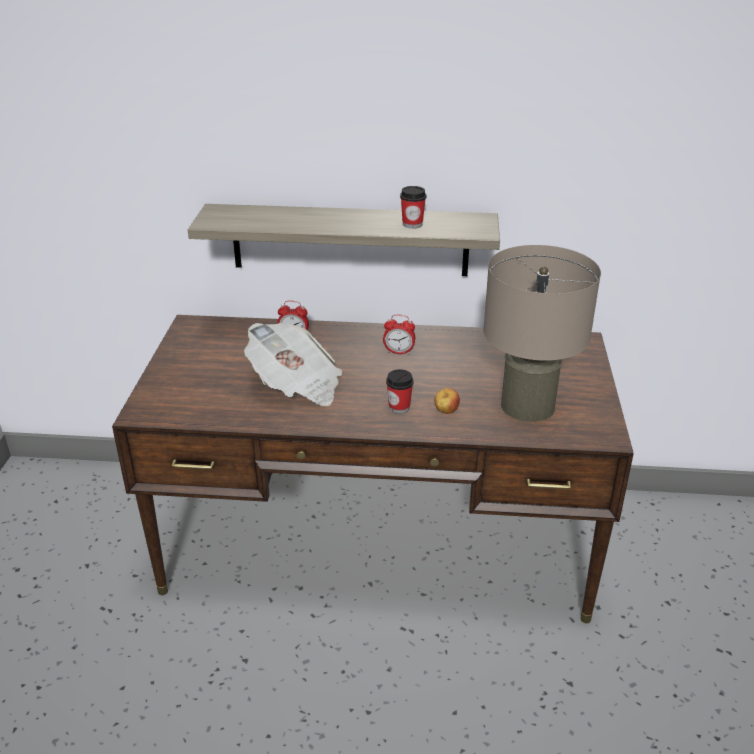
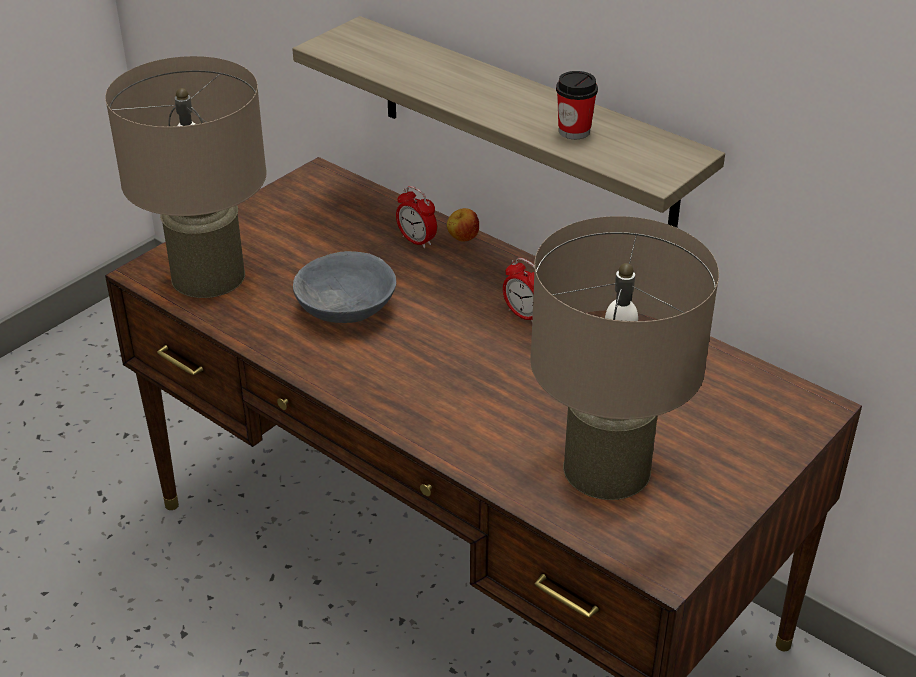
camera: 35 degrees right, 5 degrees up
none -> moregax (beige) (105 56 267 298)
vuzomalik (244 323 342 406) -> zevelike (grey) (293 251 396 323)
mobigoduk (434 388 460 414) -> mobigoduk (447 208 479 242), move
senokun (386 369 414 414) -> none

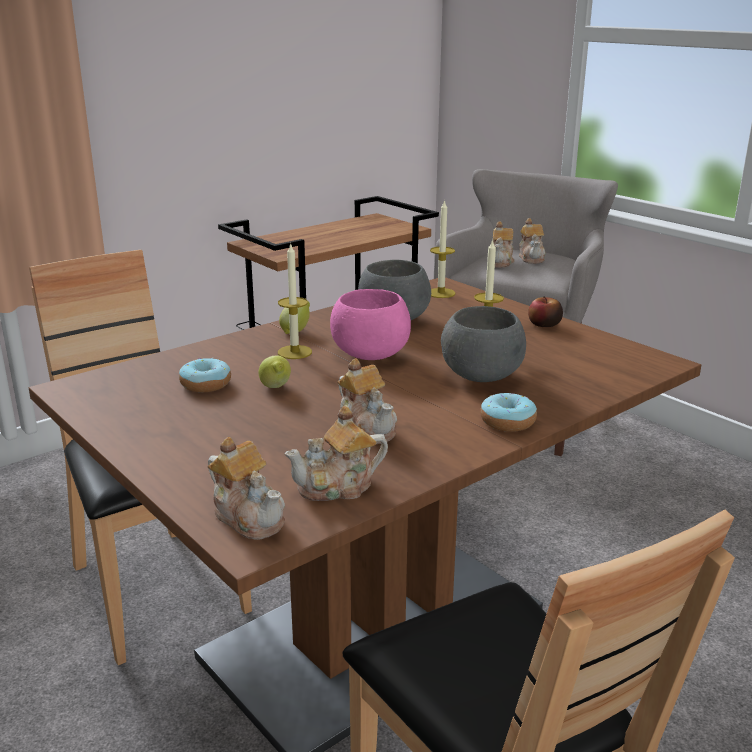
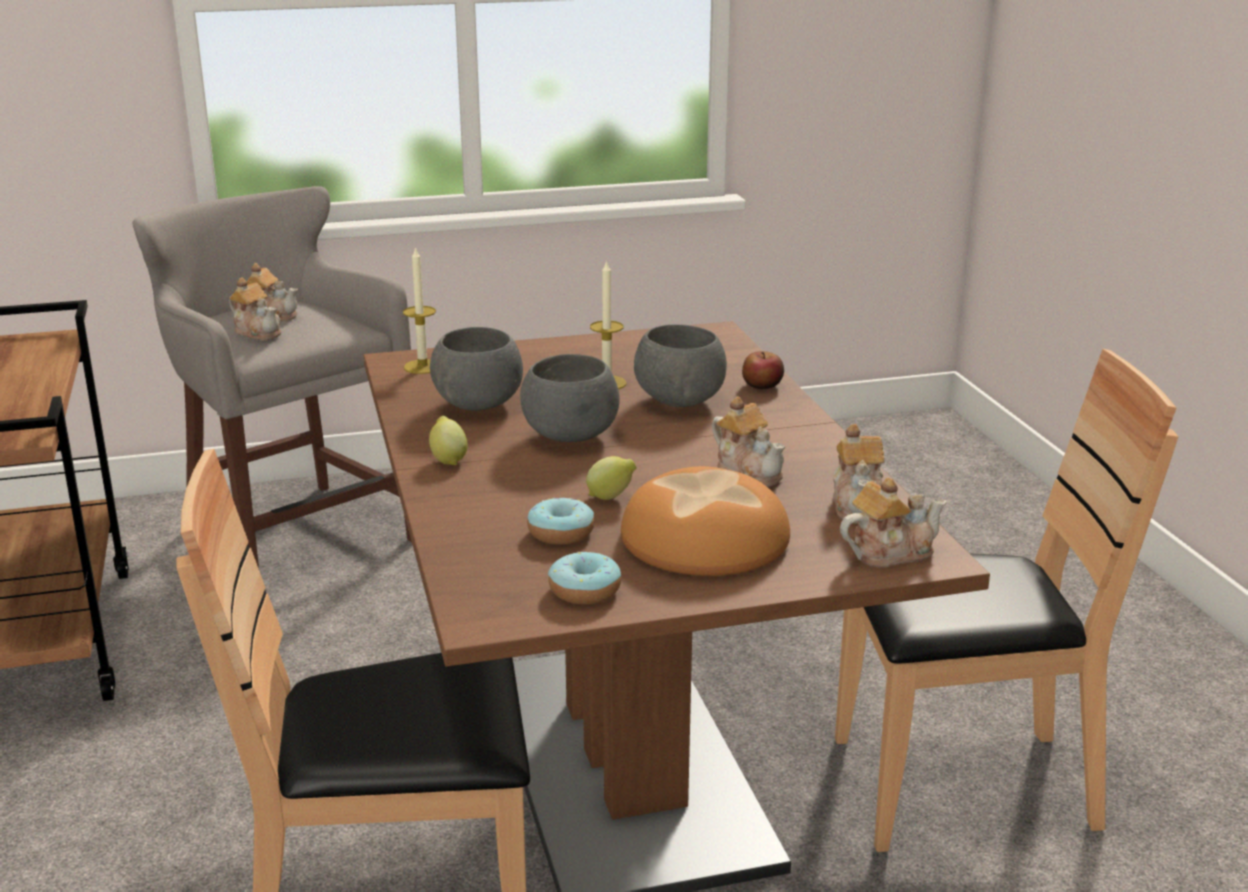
camera: 65 degrees left, 0 degrees up
zevelike (pink) (330 289 411 360) -> zevelike (grey) (520 354 620 442)
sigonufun (480 393 537 432) -> sigonufun (548 552 621 604), move
none -> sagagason (621 466 790 576)
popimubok (338 358 397 444) -> popimubok (712 396 785 487), 60 degrees clockwise
mobigoduk (528 297 563 327) -> mobigoduk (742 351 784 389), move
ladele (278 242 312 359) -> none

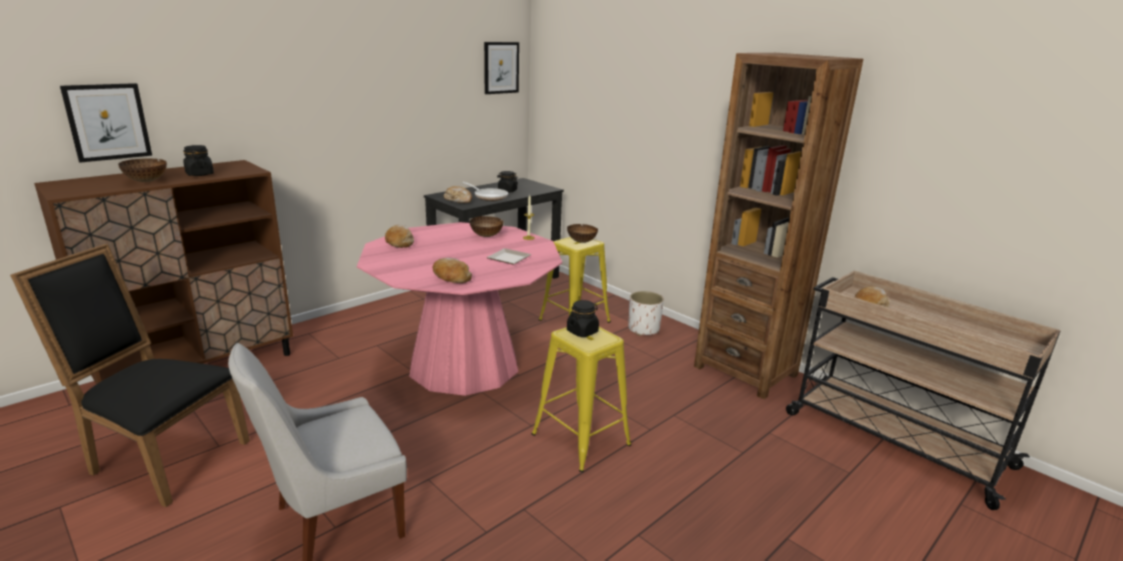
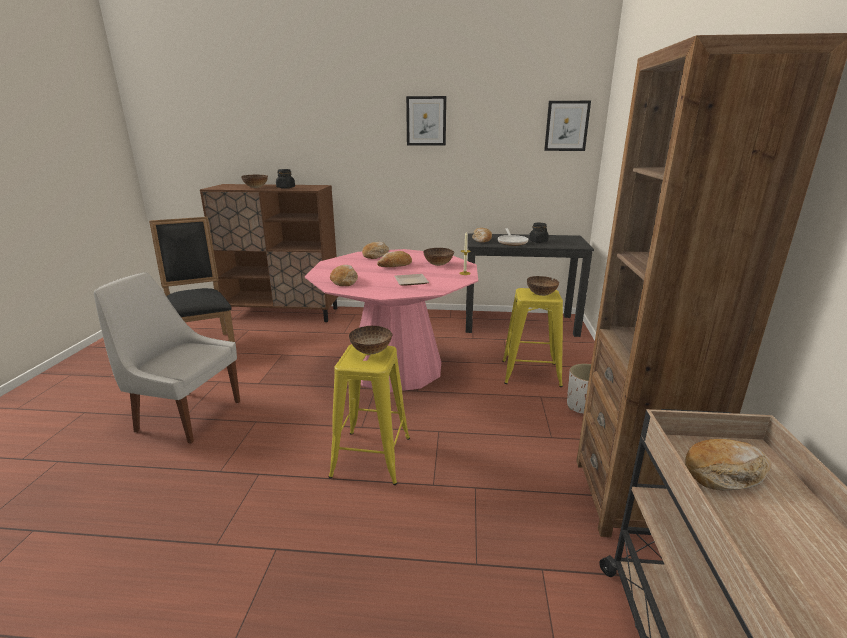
camera: 50 degrees right, 0 degrees up
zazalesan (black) (567 300 599 337) -> zevelike (349 326 393 354)
none -> sagagason (377 251 412 267)
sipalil (60 83 152 163) -> sipalil (406 96 446 146), move

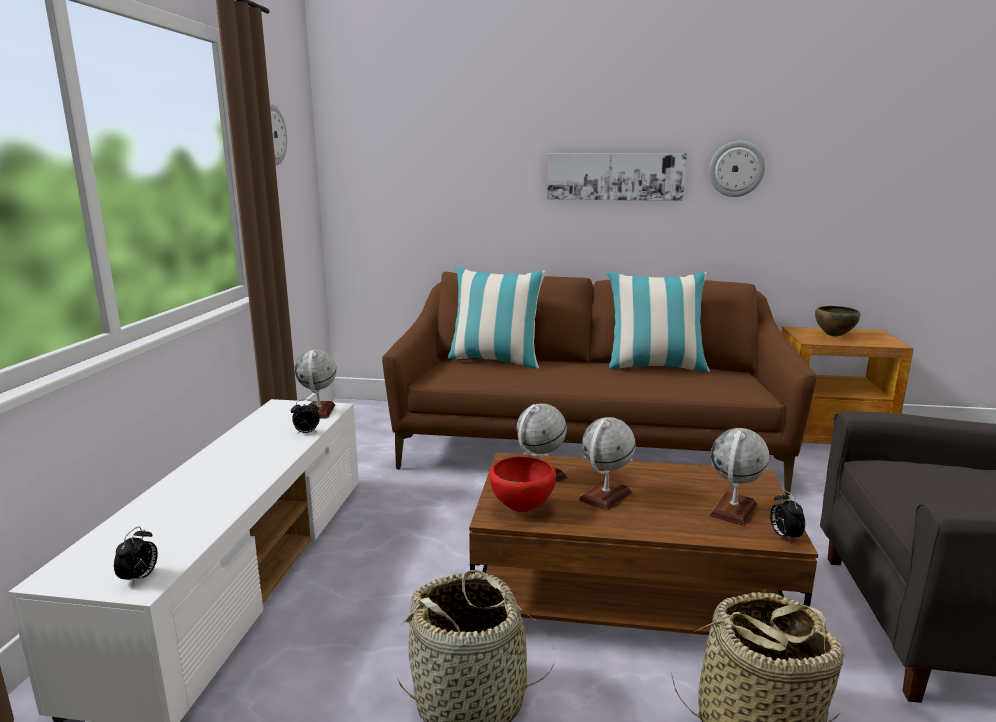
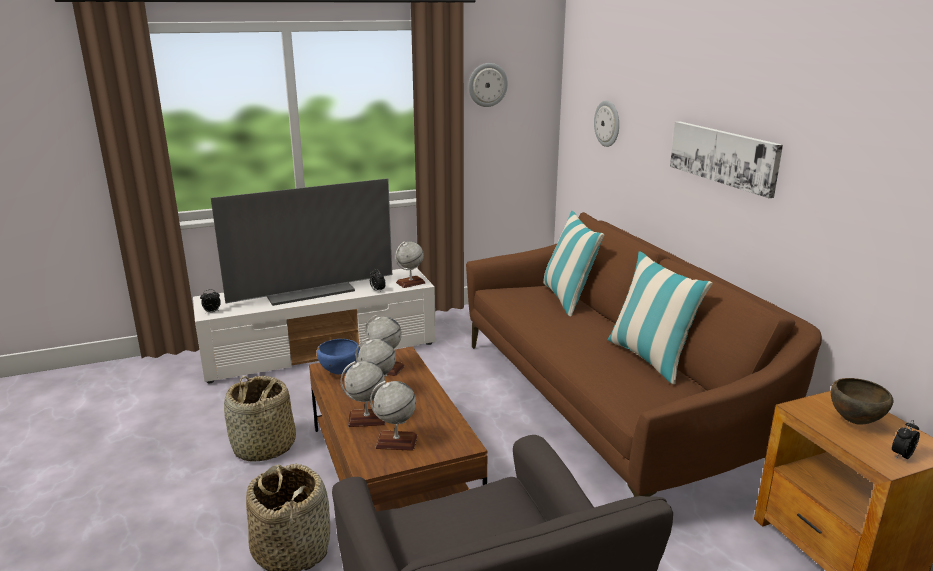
camera: 60 degrees right, 5 degrees up
none -> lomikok (211 178 392 306)
zevelike (red) (489 456 556 512) -> zevelike (blue) (317 339 360 374)
none -> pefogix (341 361 385 427)
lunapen (709 141 765 197) -> lunapen (594 100 619 147), move
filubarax (770 491 805 542) -> filubarax (892 420 920 459), move

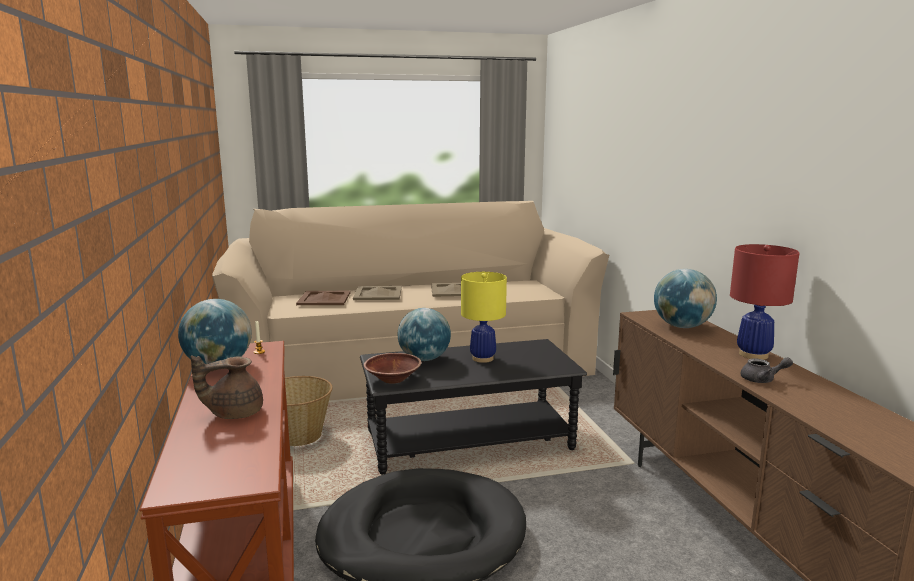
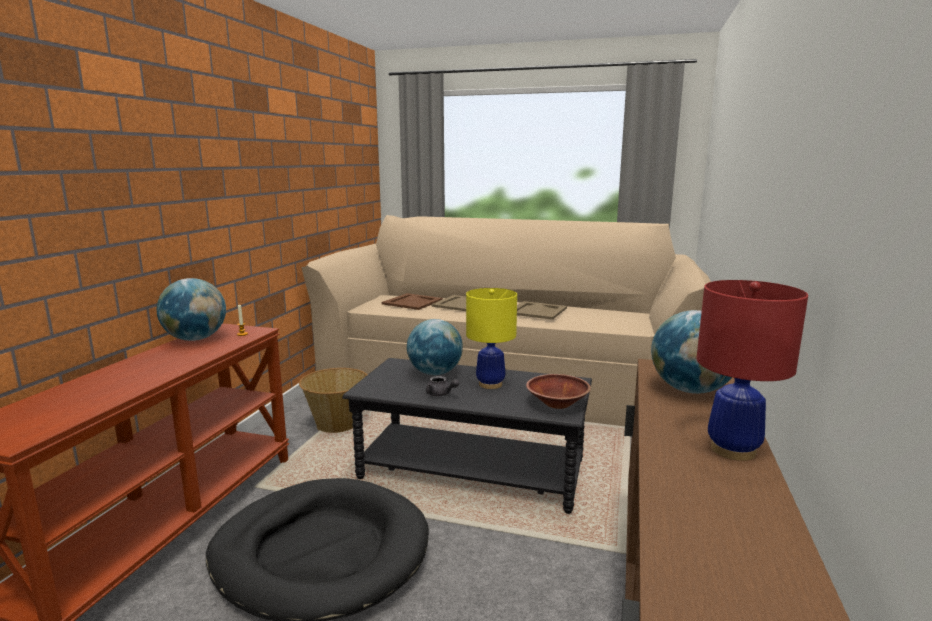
camera: 30 degrees right, 0 degrees up
popimubok (grey) (741 357 793 383) -> popimubok (grey) (426 376 459 396), move
zevelike (brown) (364 353 421 384) -> zevelike (brown) (526 374 591 409), move
popimubok (brown) (191 355 263 419) -> none

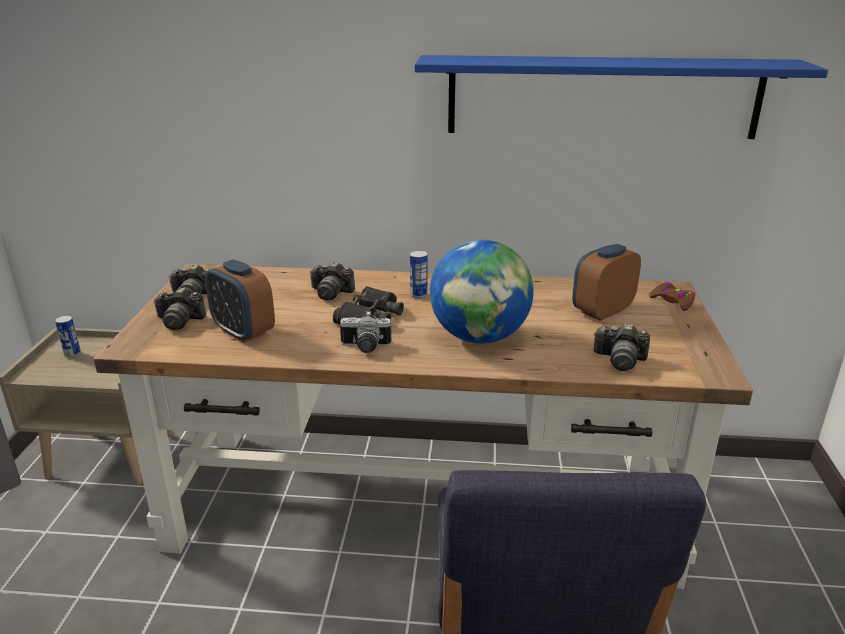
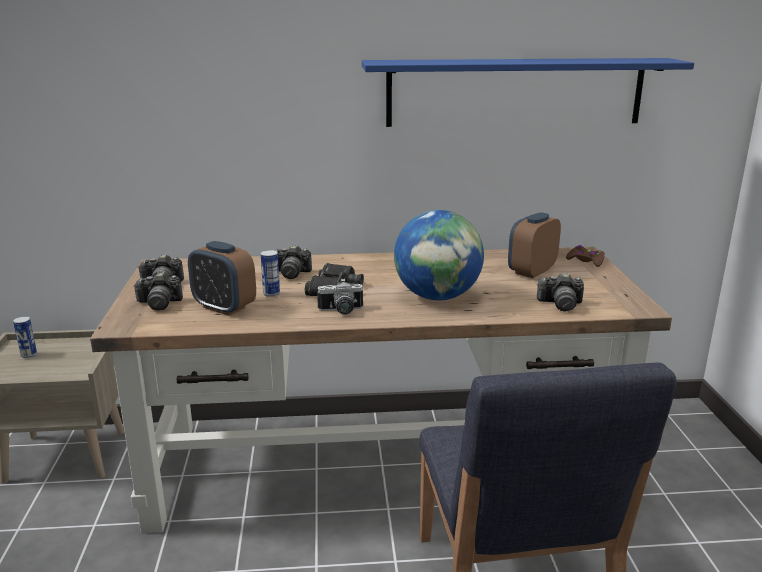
camera: 10 degrees left, 5 degrees down
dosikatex (410 250 428 299) -> dosikatex (260 250 280 297), move

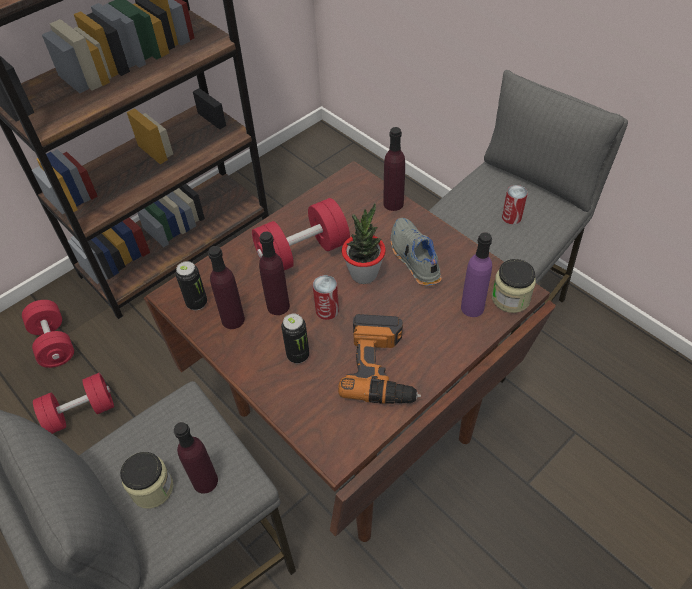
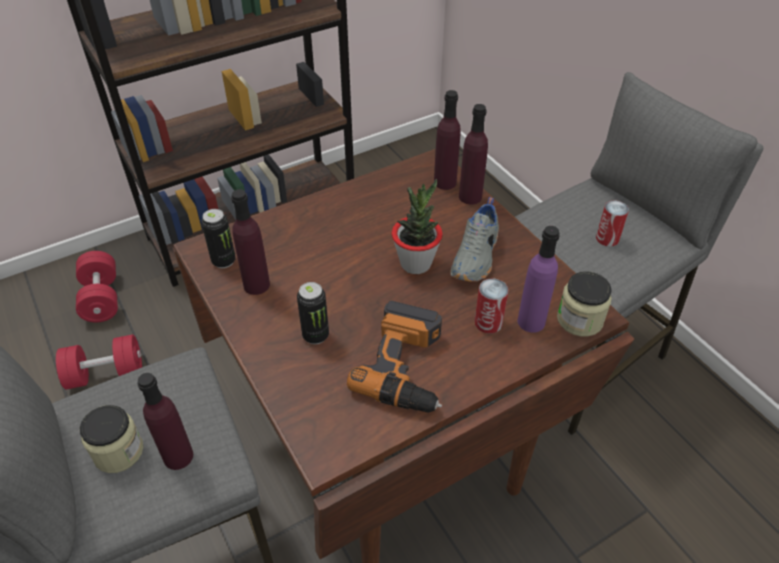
camera: 10 degrees right, 5 degrees down
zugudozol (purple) (259 232 290 315) -> zugudozol (purple) (434 90 461 190), move
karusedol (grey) (391 218 442 286) -> karusedol (grey) (450 197 499 282), 150 degrees counterclockwise
dosikatex (313 275 339 320) -> dosikatex (474 278 509 334), move
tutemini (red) (252 198 350 270) -> none

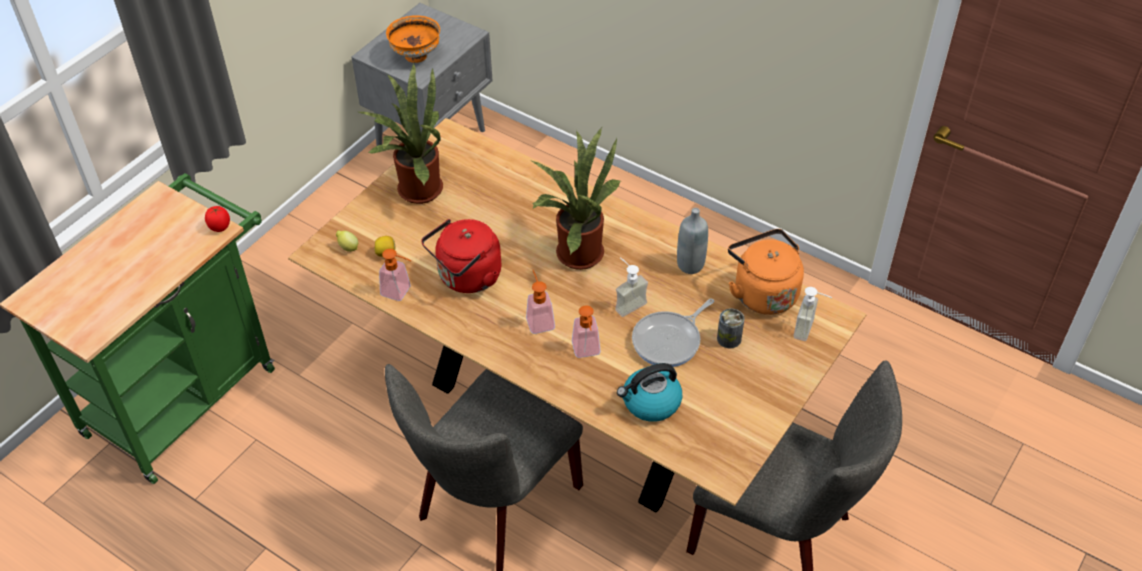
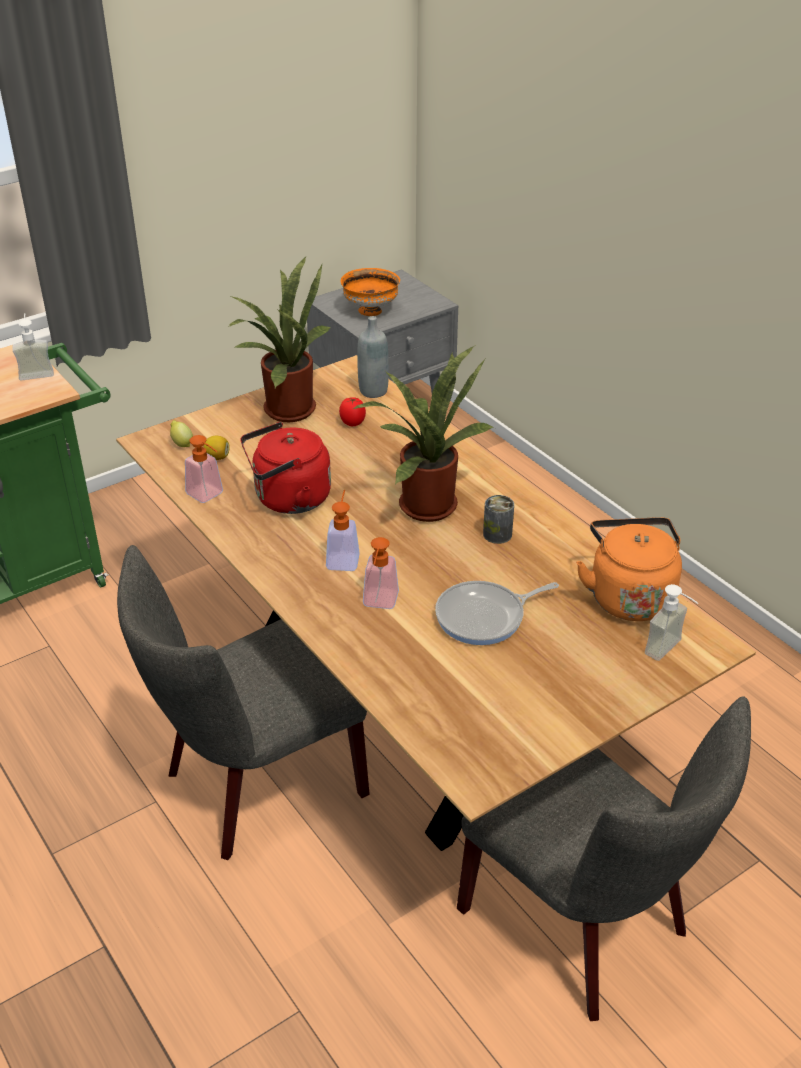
camera: 20 degrees right, 10 degrees down
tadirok (615 257 648 317) -> tadirok (12 313 54 381), move
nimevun (205 206 230 232) -> nimevun (339 397 366 426), move
zugudozol (grey) (677 208 708 274) -> zugudozol (grey) (357 316 389 398), move
dosikatex (717 308 745 349) -> dosikatex (483 495 514 544), move
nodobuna (617 363 682 422) -> none

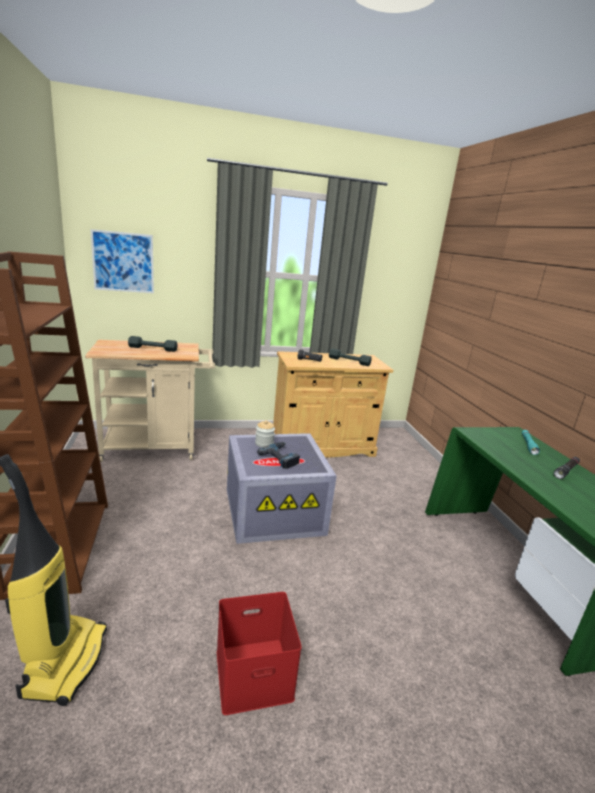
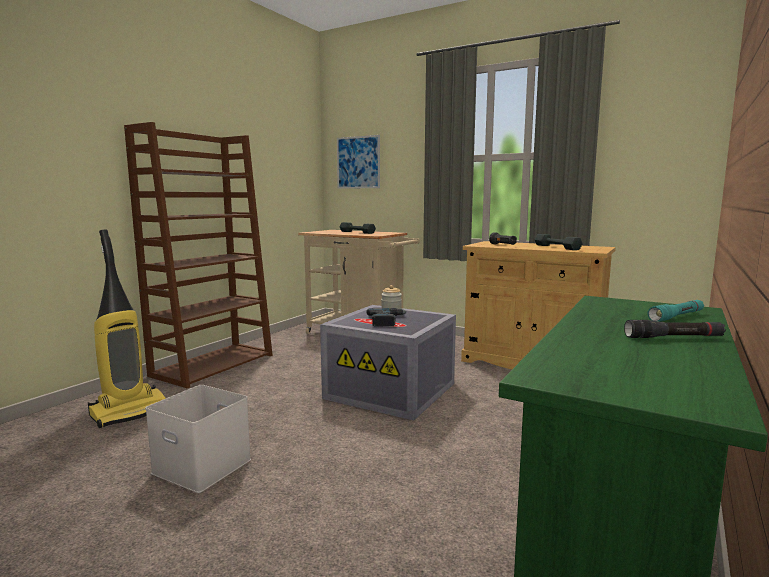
camera: 45 degrees right, 10 degrees down
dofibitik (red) (217 592 302 715) -> dofibitik (white) (145 385 251 493)

